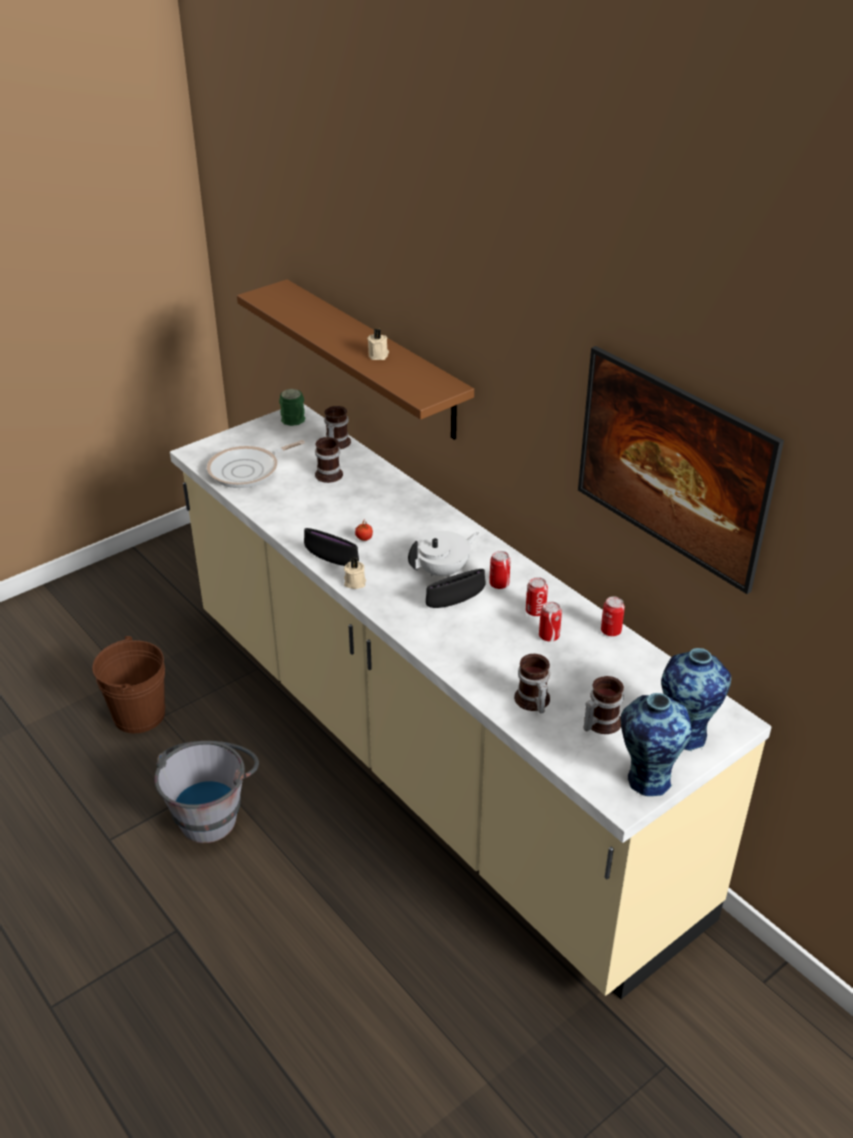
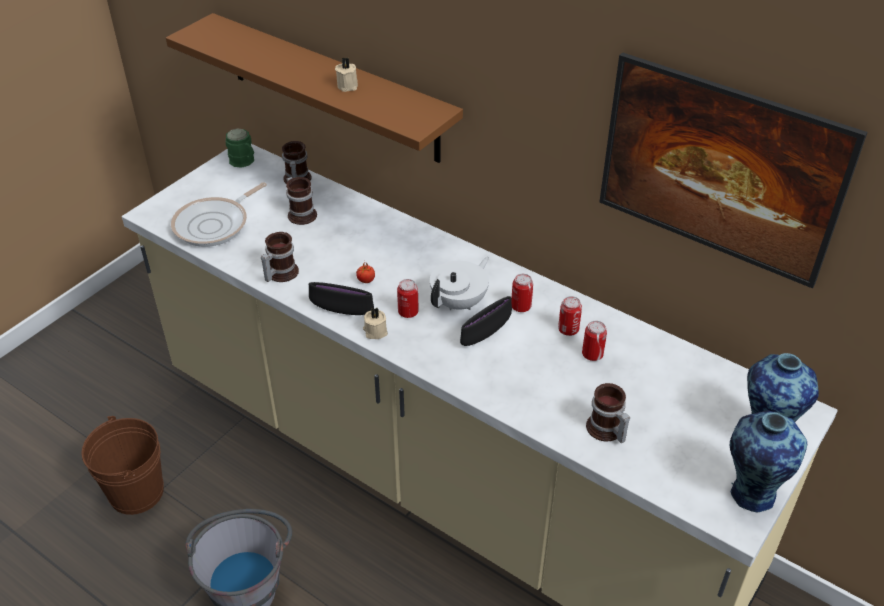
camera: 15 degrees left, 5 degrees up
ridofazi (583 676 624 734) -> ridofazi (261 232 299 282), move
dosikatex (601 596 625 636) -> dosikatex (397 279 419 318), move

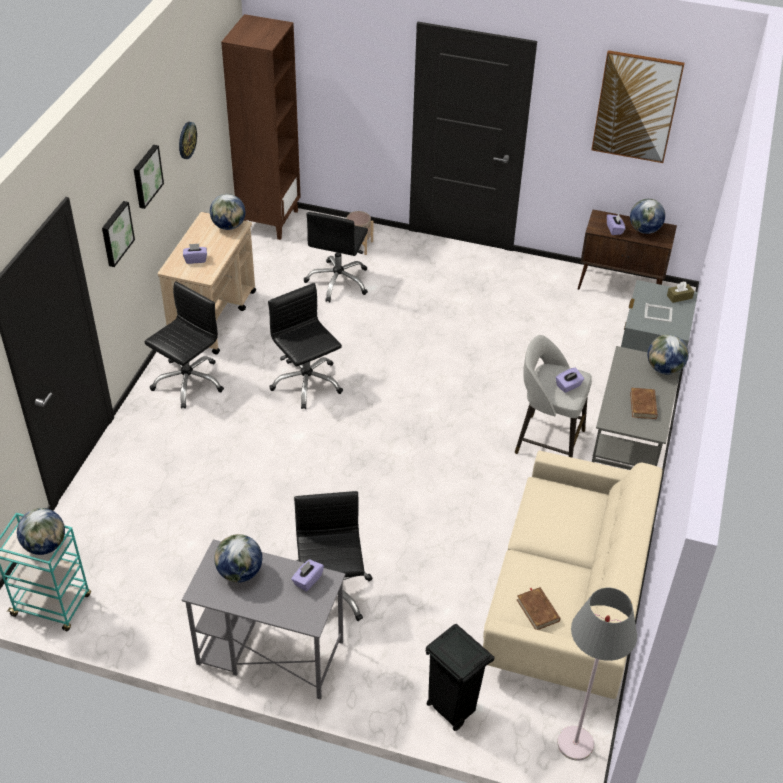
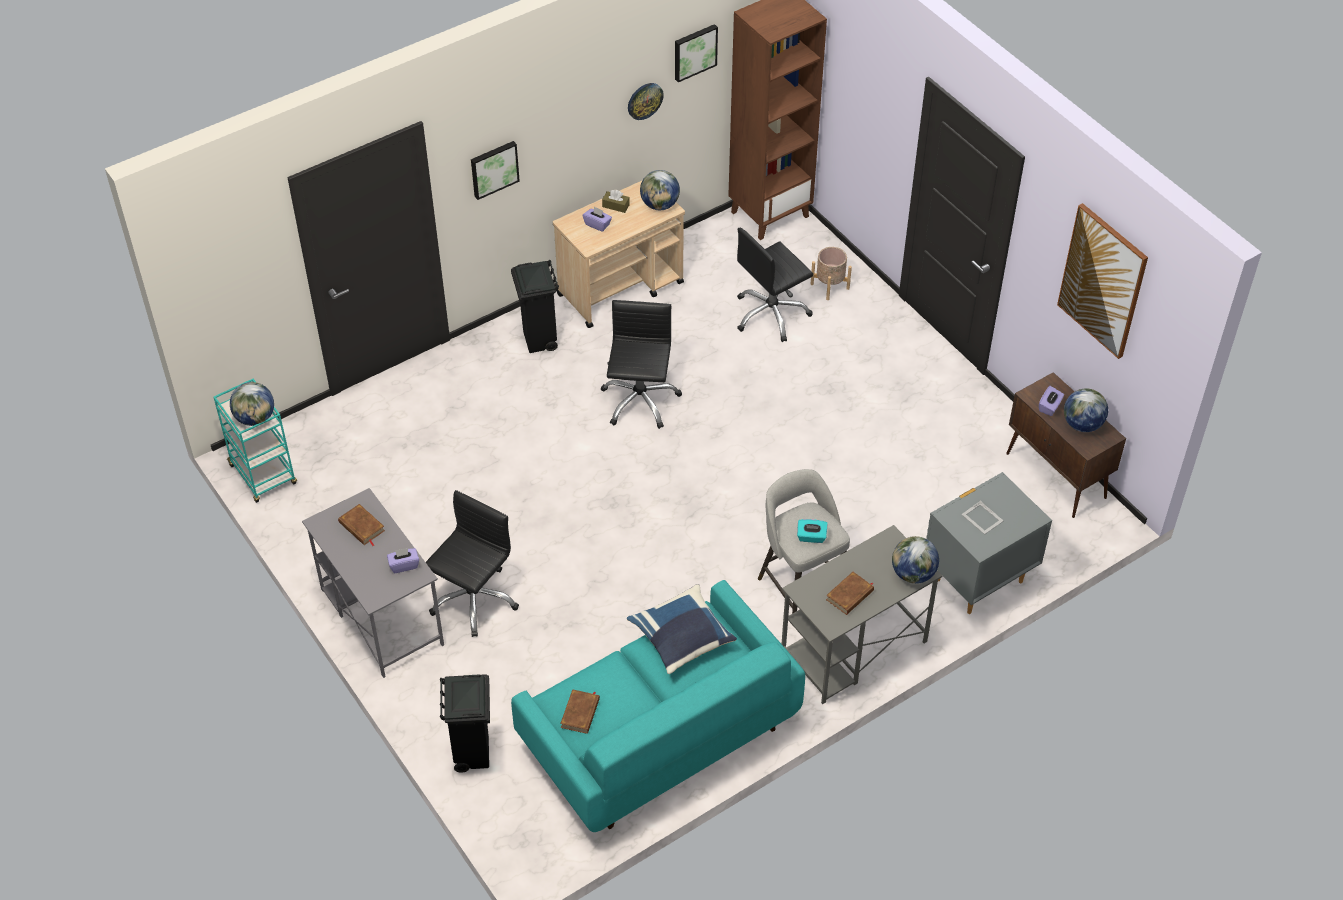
camera: 40 degrees right, 5 degrees up
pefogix (214 534 262 583) -> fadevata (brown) (338 504 385 546)
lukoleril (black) (145 281 224 409) -> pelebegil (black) (511 260 559 353)
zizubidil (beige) (483 450 662 699) -> zizubidil (turquoise) (511 580 805 832)
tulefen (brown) (667 281 694 303) -> tulefen (brown) (602 190 630 213), move
none -> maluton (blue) (627 584 737 674)
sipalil (134 145 164 209) -> sipalil (675 24 718 82), move
tulefen (purple) (556 368 584 393) -> tulefen (turquoise) (797 519 828 543)
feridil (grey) (557 588 637 761) -> none

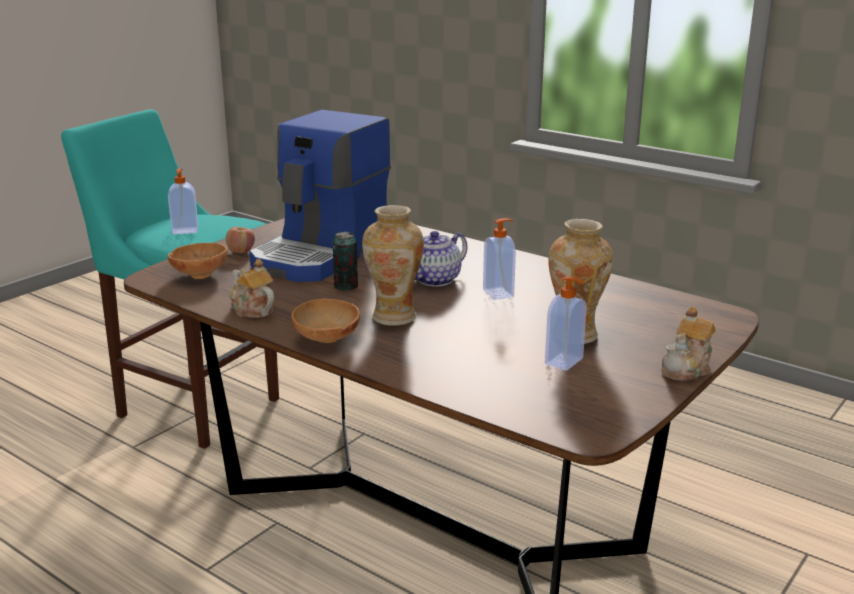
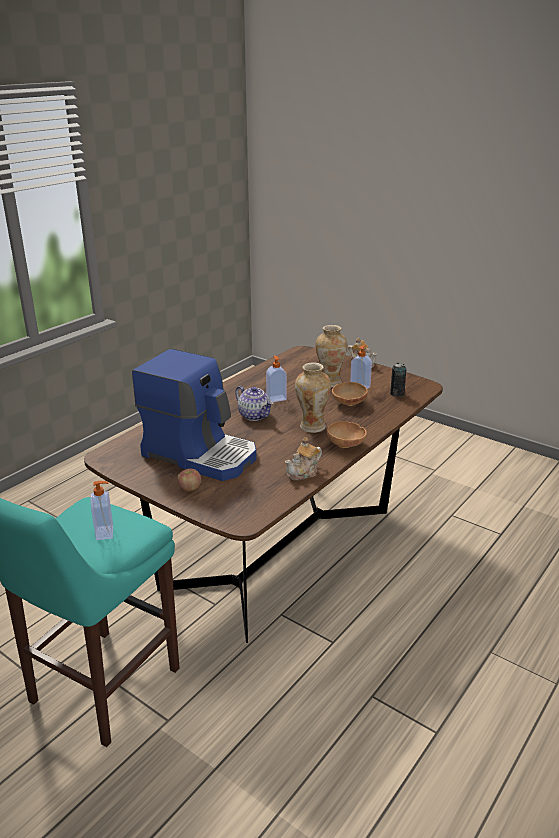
camera: 90 degrees left, 5 degrees up
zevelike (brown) (168 243 228 279) -> zevelike (brown) (332 382 368 406), move
dosikatex (332 231 358 290) -> dosikatex (390 363 406 397), move

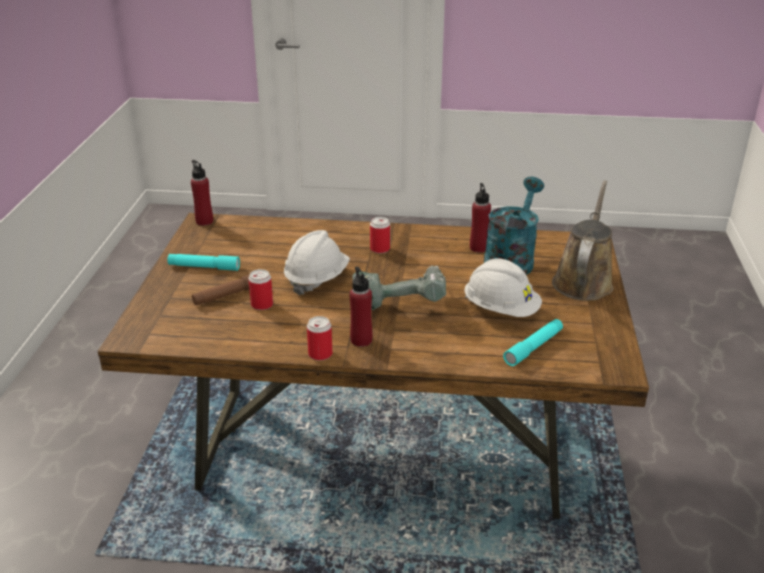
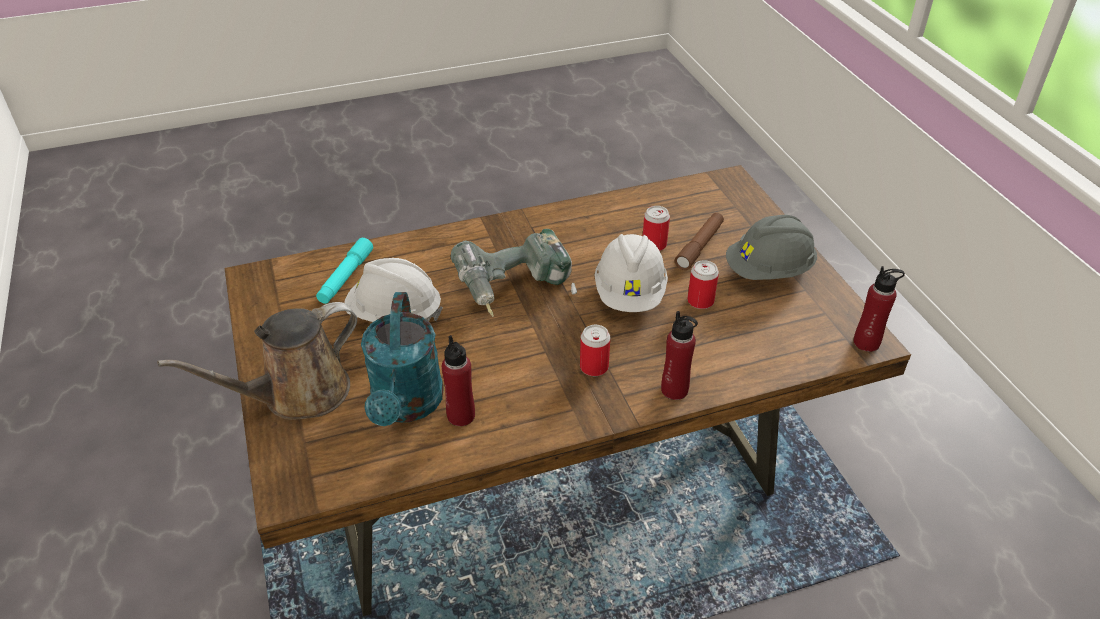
camera: 155 degrees right, 10 degrees up
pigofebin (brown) (552 180 614 301) -> pigofebin (brown) (157 302 357 420), 60 degrees clockwise
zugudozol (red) (349 267 372 347) -> zugudozol (red) (661 311 698 400), move
dosikatex (307 316 332 361) -> dosikatex (687 260 719 309), move
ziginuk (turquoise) (167 254 240 271) -> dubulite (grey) (726 215 817 280)

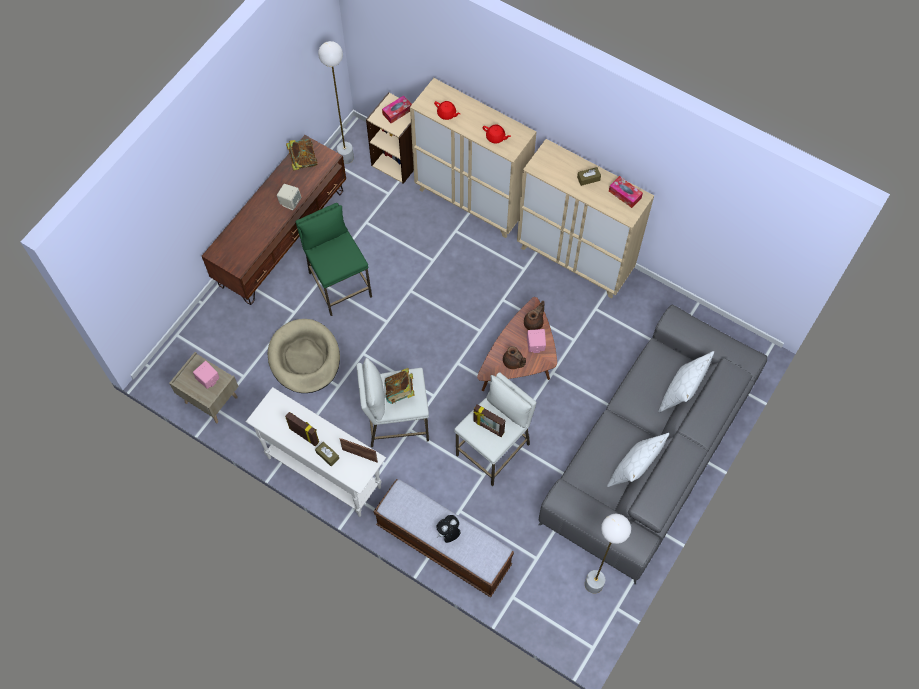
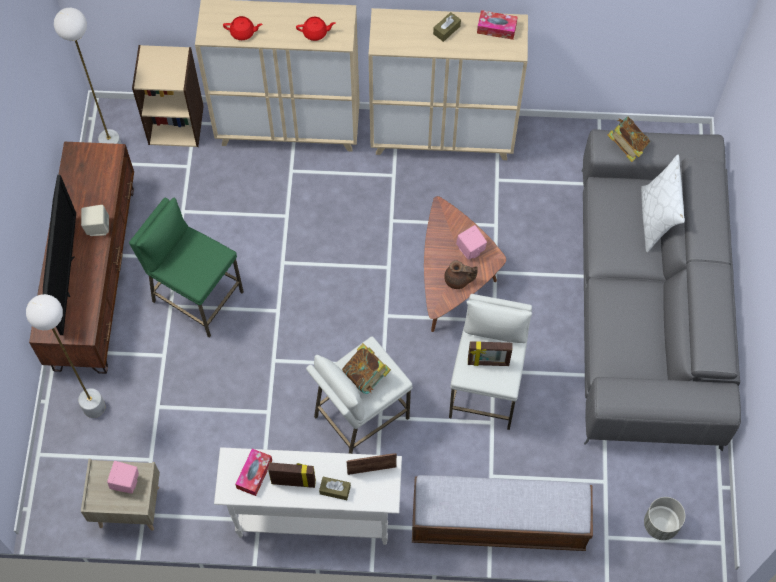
camera: 30 degrees left, 0 degrees up
feridil (white) (585 514 631 594) -> feridil (white) (26 294 105 418), move
none -> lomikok (43 175 76 335)
tulefen (382 95 412 123) -> tulefen (235 449 272 496), move
fadevata (286 138 317 171) -> fadevata (608 117 650 162), move
none -> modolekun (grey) (644 497 685 540)
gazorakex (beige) (268 319 340 393) -> none
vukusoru (436 515 460 543) -> none
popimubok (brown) (524 301 545 330) -> none
maluton (white) (607 433 669 487) -> none

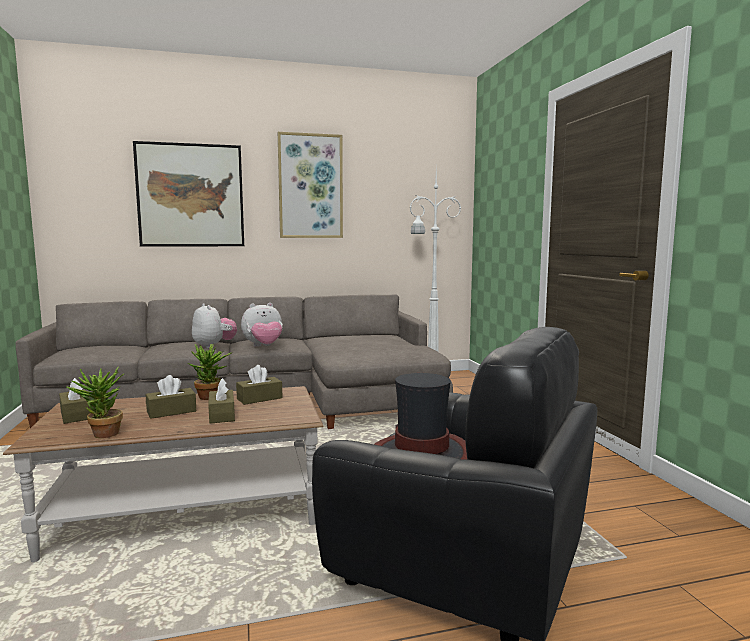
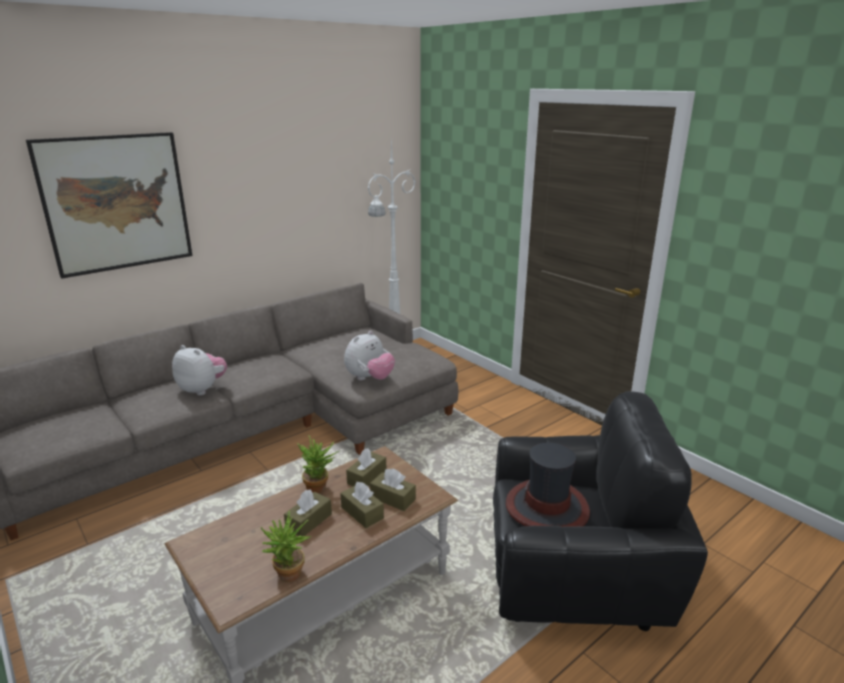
camera: 25 degrees left, 15 degrees up
vukusoru (241 303 283 347) -> vukusoru (344 331 395 380), move
tulefen (brown) (59 378 90 424) -> tulefen (brown) (370 468 416 511), move
sipalil (278 132 343 238) -> none

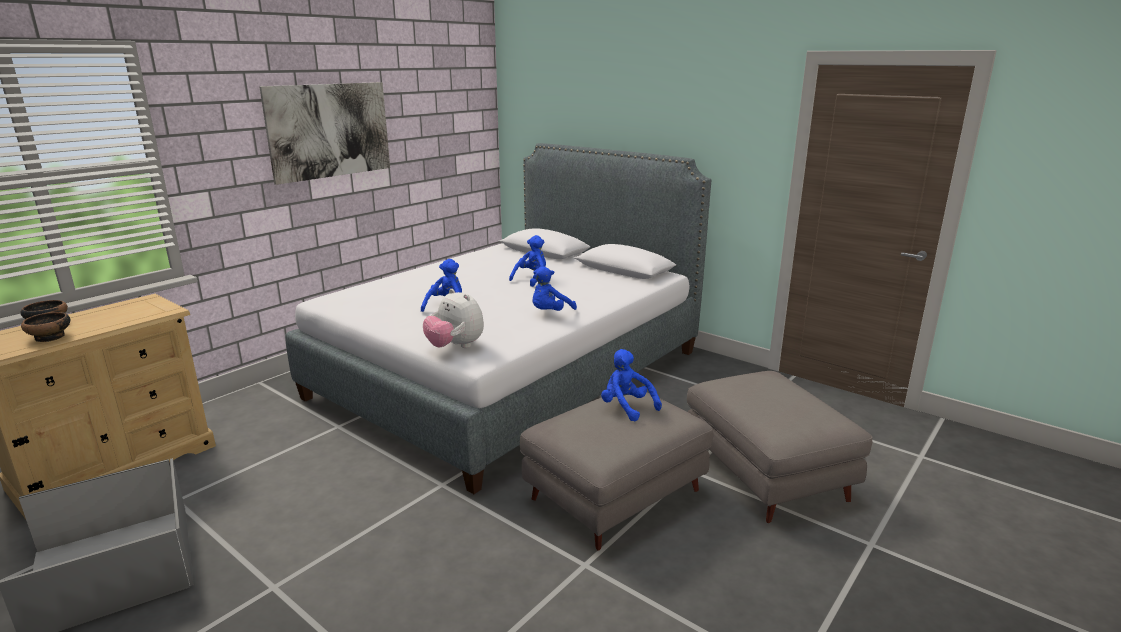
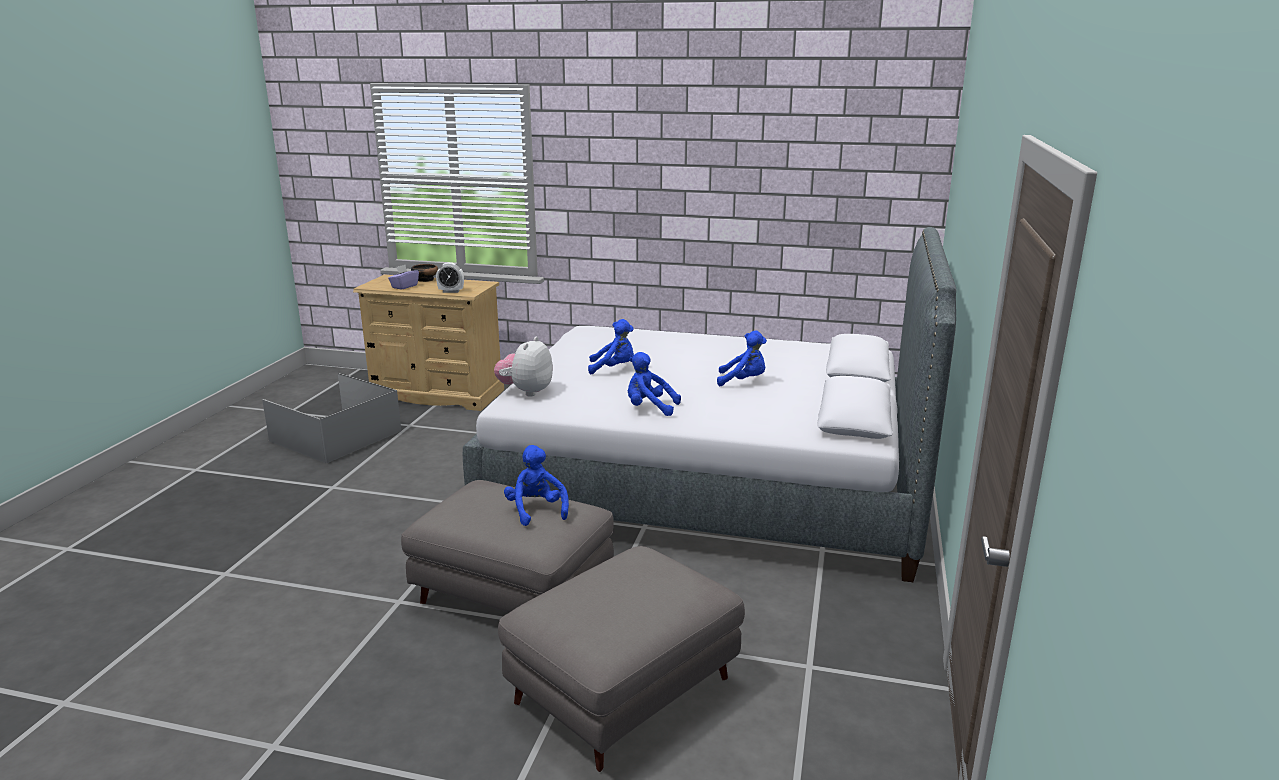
camera: 65 degrees right, 0 degrees up
zevelike (21 312 70 342) -> tulefen (purple) (388 265 419 290)
none -> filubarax (436 262 464 293)
vukusoru (blue) (601 349 662 421) -> vukusoru (blue) (504 445 569 526), 45 degrees counterclockwise
sipalil (259 82 390 185) -> none

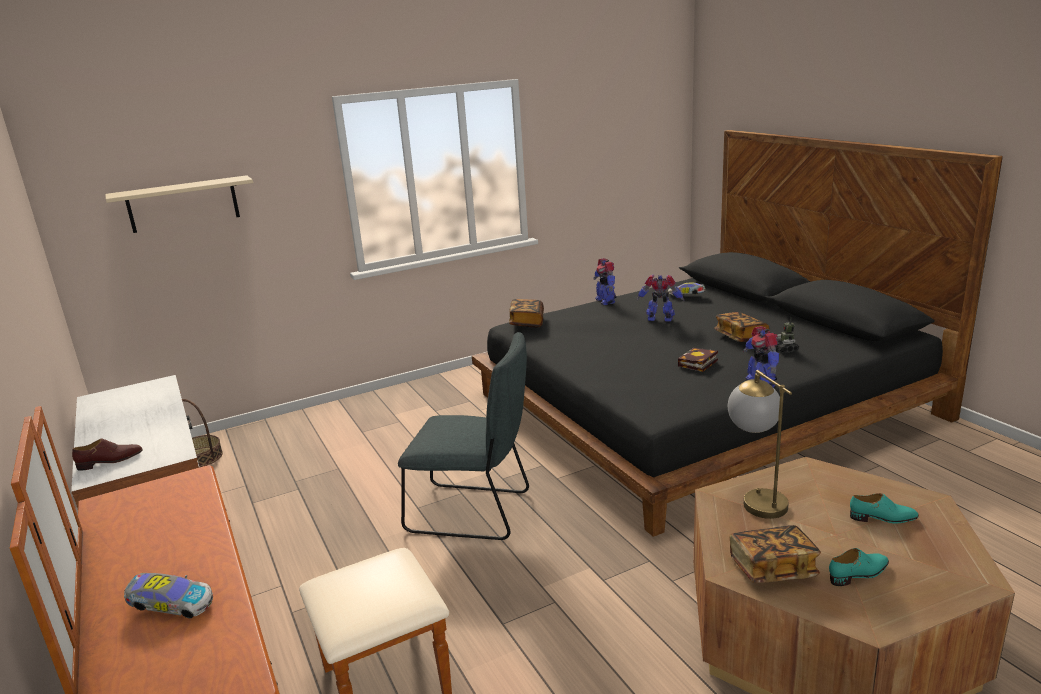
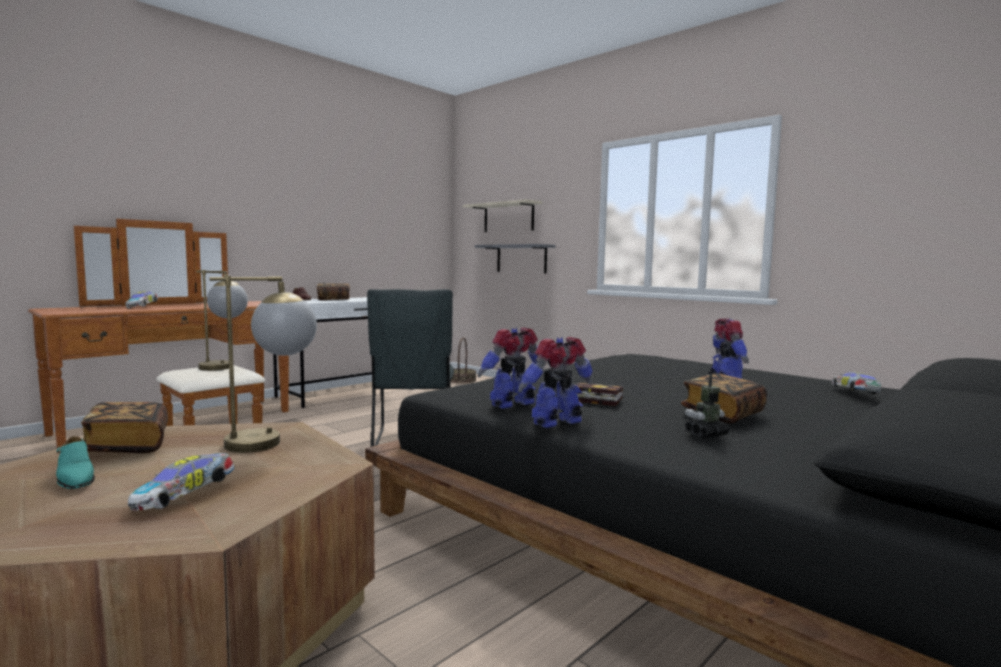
camera: 70 degrees right, 15 degrees down
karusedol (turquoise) (850 493 919 524) -> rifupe (128 453 235 511)
none -> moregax (196 270 248 371)
fadevata (509 299 544 328) -> fadevata (317 283 350 300), move
none -> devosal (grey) (475 244 555 273)
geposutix (594 258 617 305) -> geposutix (478 327 538 409), move

